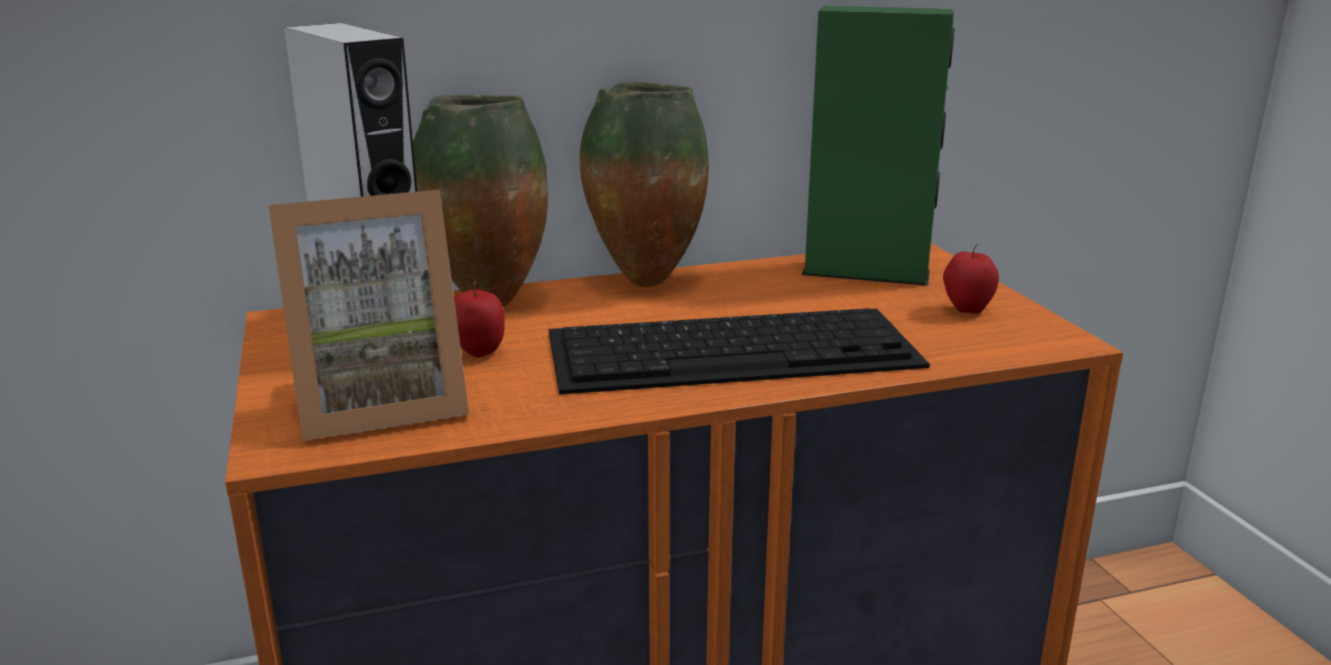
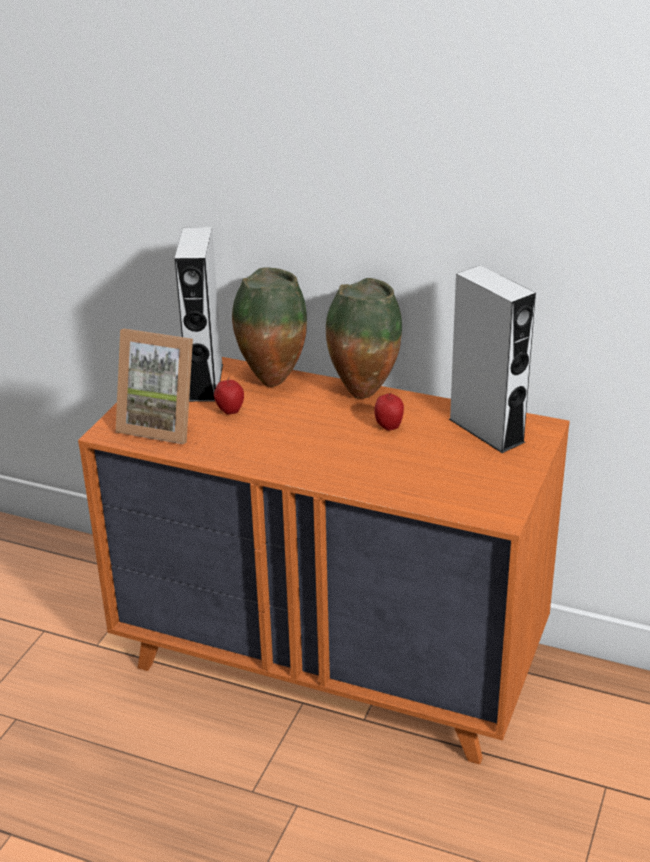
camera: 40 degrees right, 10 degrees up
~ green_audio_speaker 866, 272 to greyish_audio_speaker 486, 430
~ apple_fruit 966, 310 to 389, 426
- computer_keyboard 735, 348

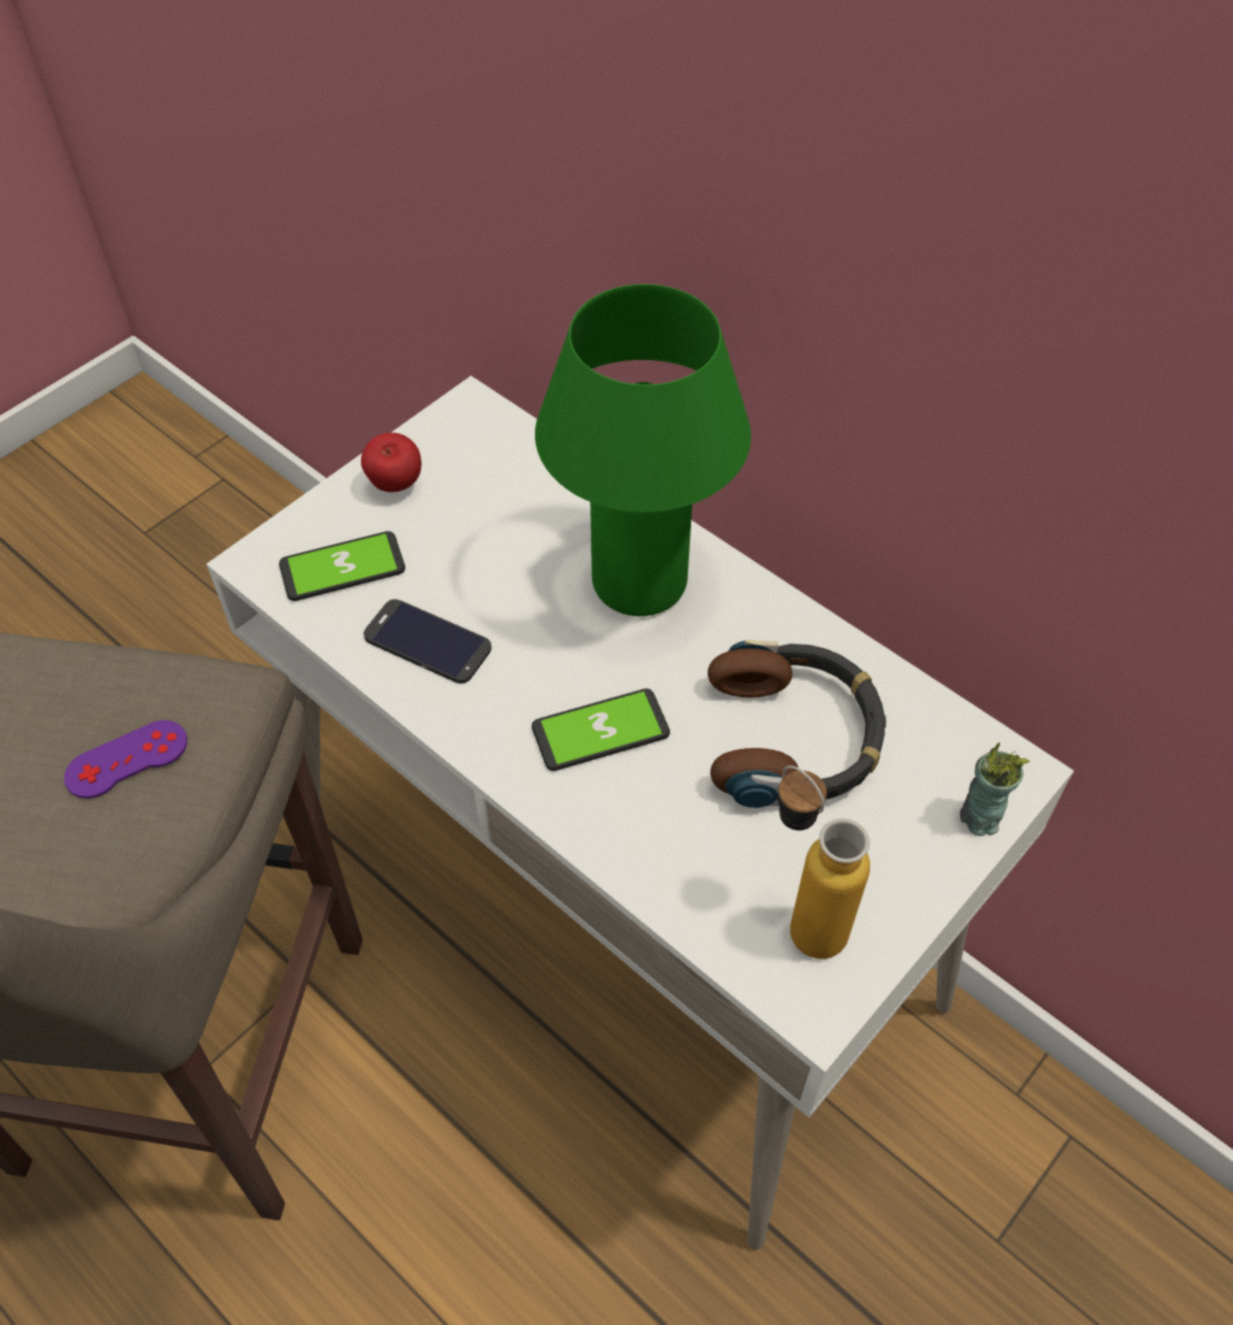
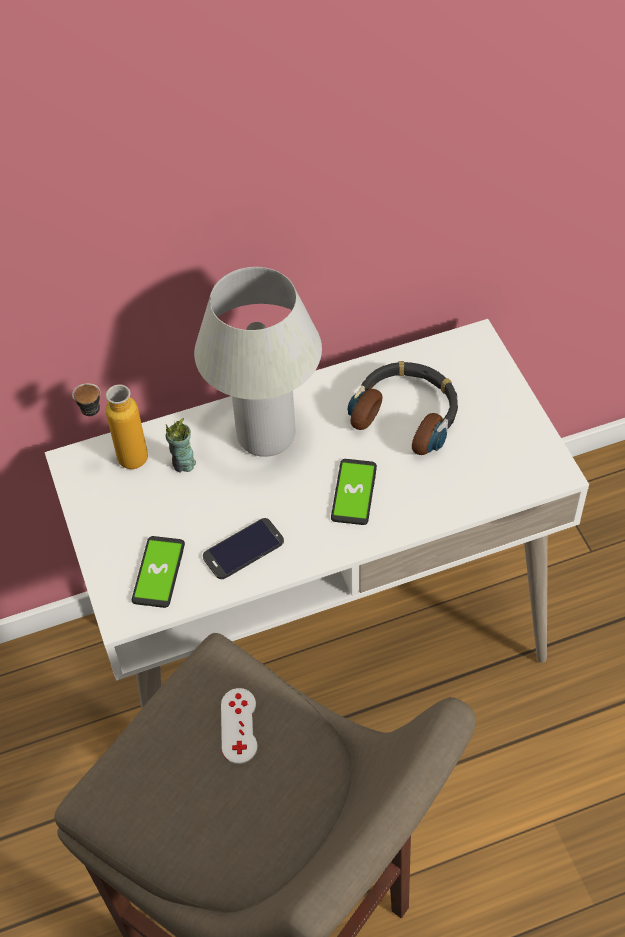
camera: 60 degrees left, 0 degrees up
~ green_lamp_for_a_table 639, 582 to whitish_lamp_for_a_table 266, 435
- apple_fruit 396, 486
~ purple-coloured_game_controller 127, 759 to whitish_game_controller 239, 726
~ drinking_cup 979, 818 to 183, 464
~ bottle 800, 916 to 120, 461

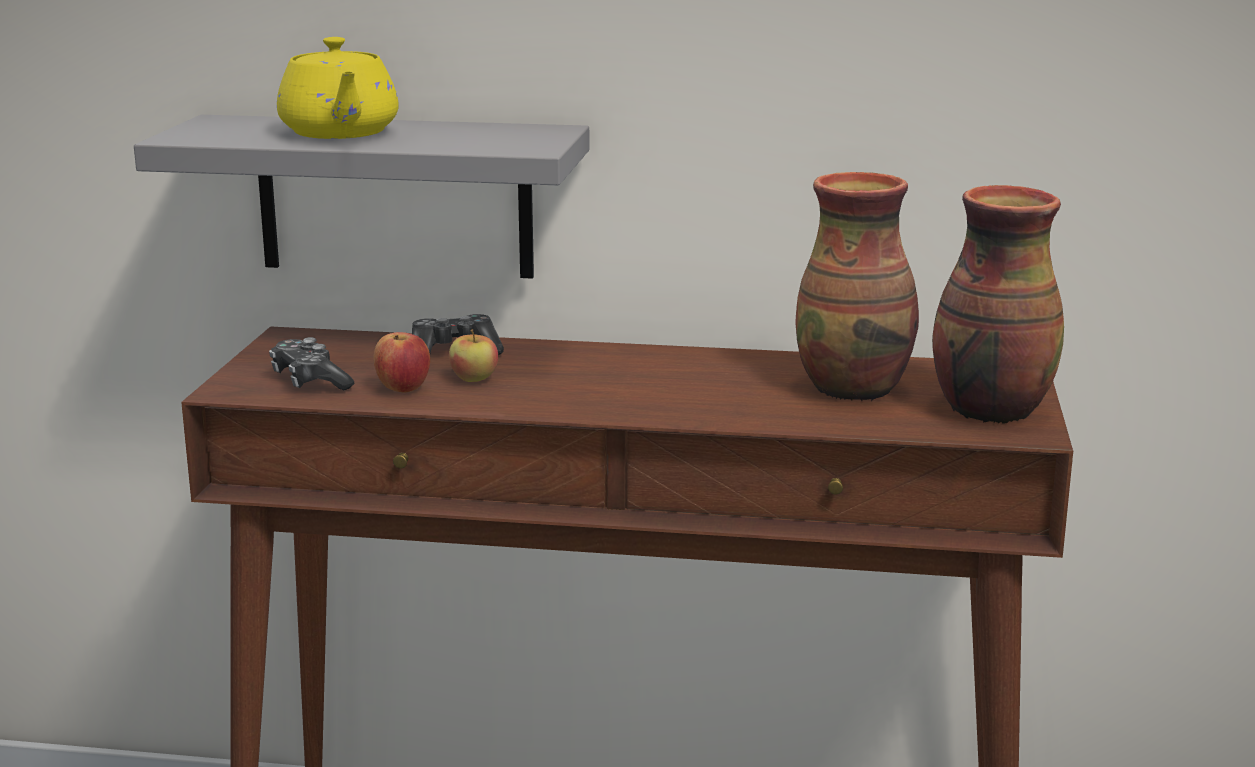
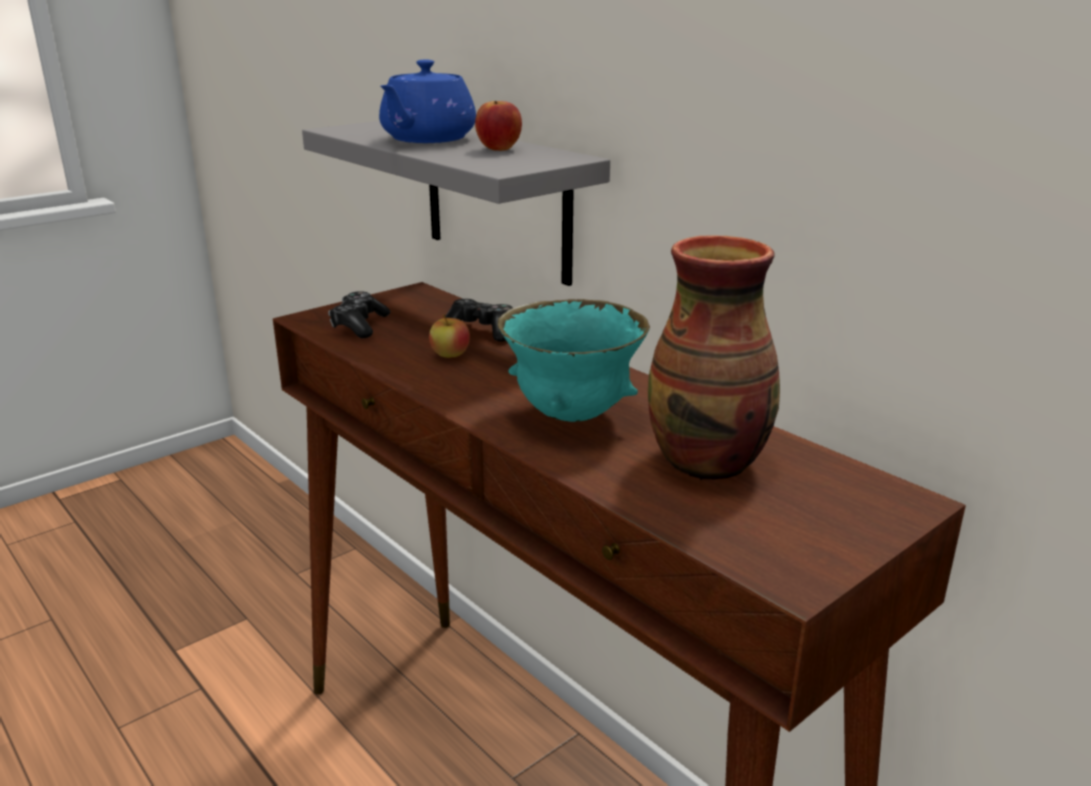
camera: 40 degrees right, 5 degrees up
~ yellow-coloured_pot_for_tea 339, 133 to bluish_pot_for_tea 427, 139
- decorative_vase 988, 410
~ apple_fruit 403, 388 to 499, 149
+ blue-green_bowl 572, 415

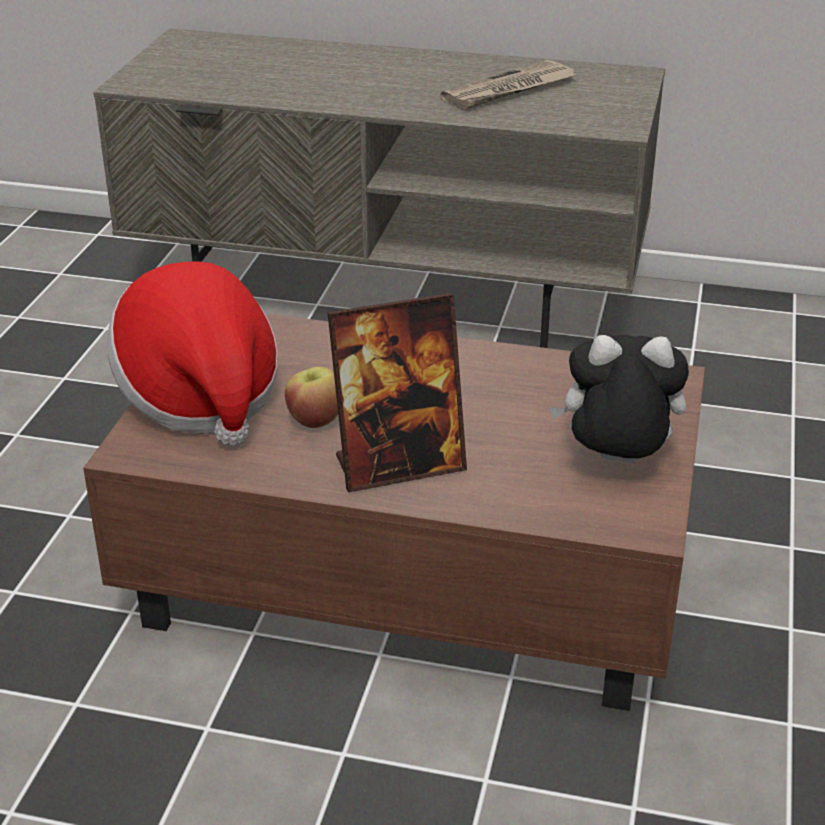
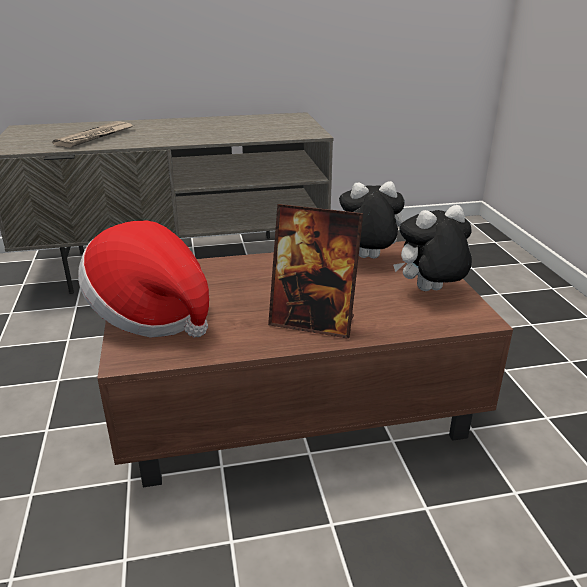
camera: 25 degrees left, 5 degrees down
~ printed_paper 509, 90 to 95, 137
~ standing_frame 399, 465 = 313, 322 60 degrees clockwise
- apple_fruit 315, 419
+ soft_toy 366, 259

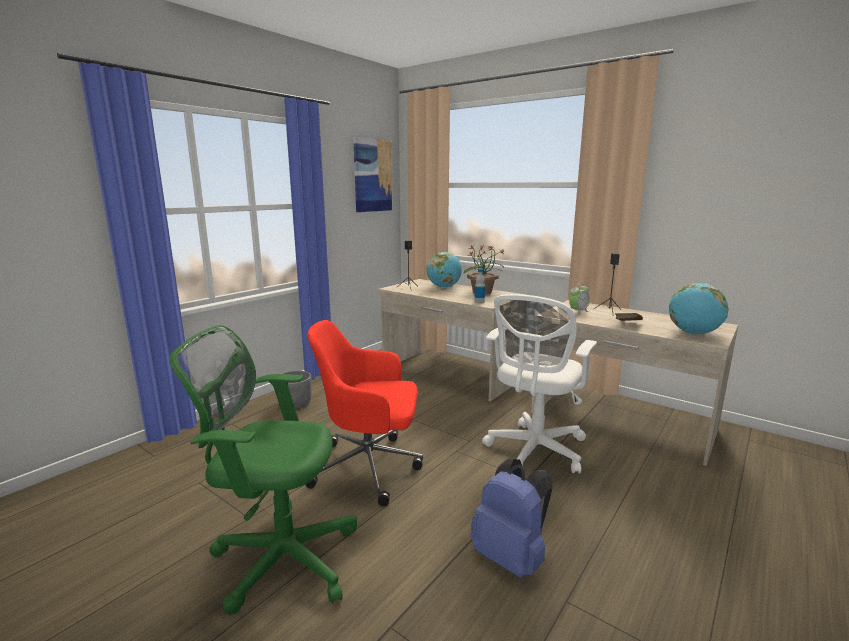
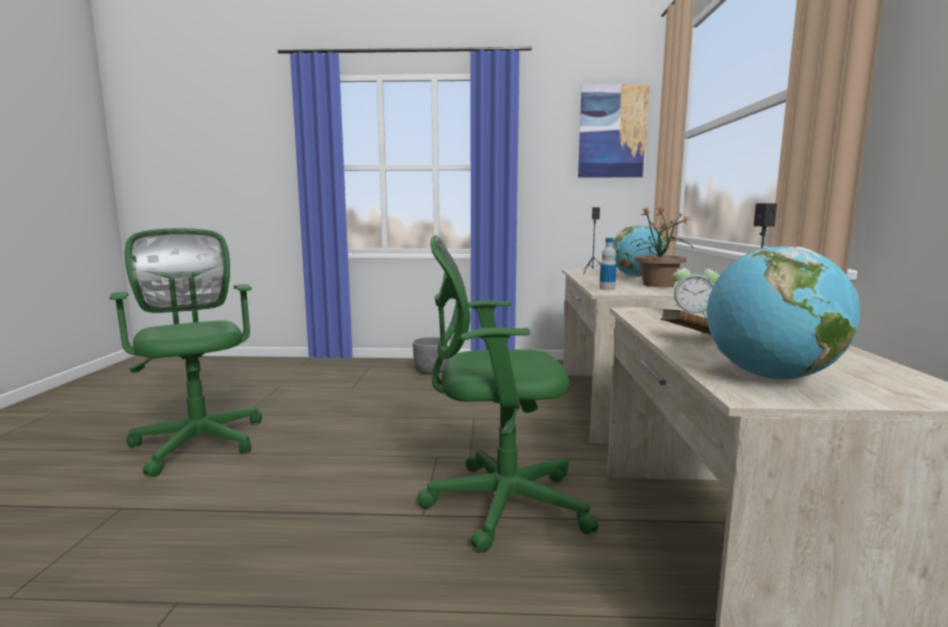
camera: 55 degrees right, 5 degrees down
~ whitish_desk_chair 534, 452 to green_desk_chair 498, 503
- red_desk_chair 370, 467
- bluish_knapsack 511, 557

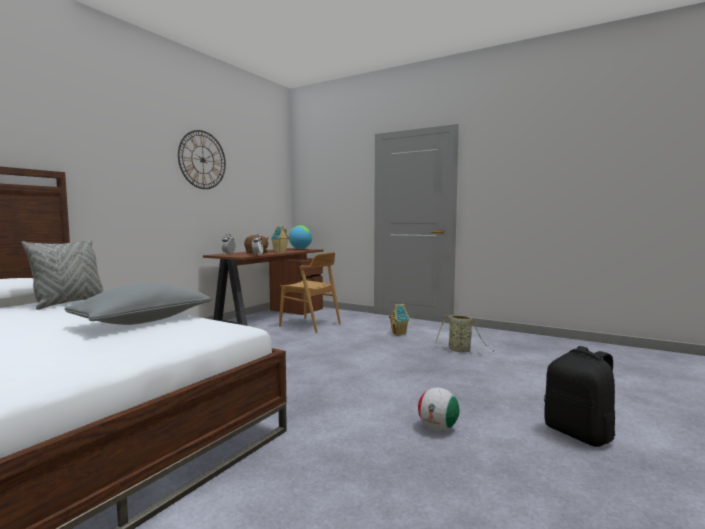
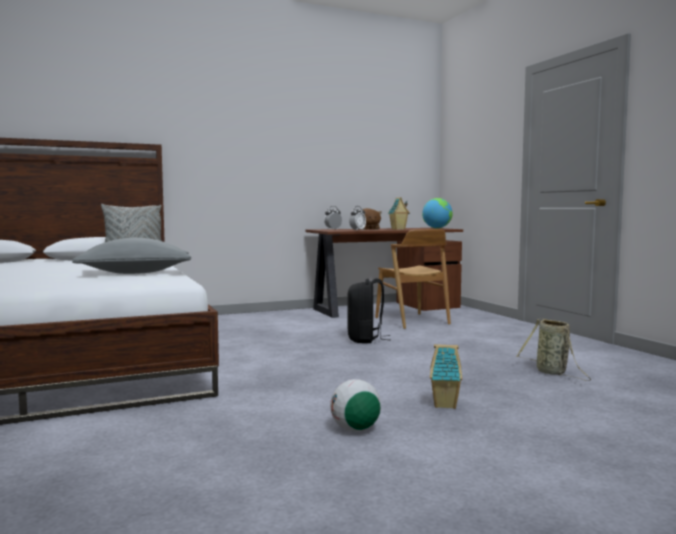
camera: 35 degrees right, 0 degrees up
- clock_on_the_wall 202, 160
~ miniature_house 399, 333 to 446, 405
~ black-coloured_knapsack 579, 434 to 365, 339

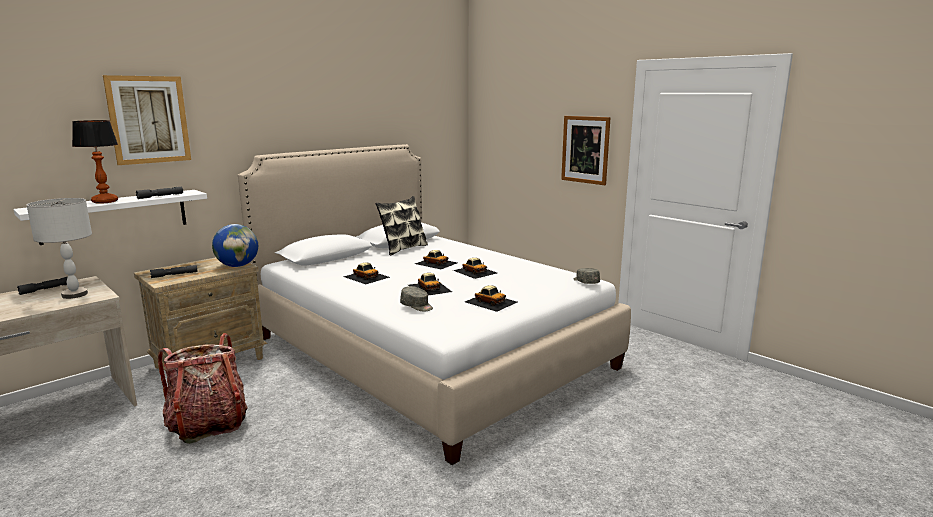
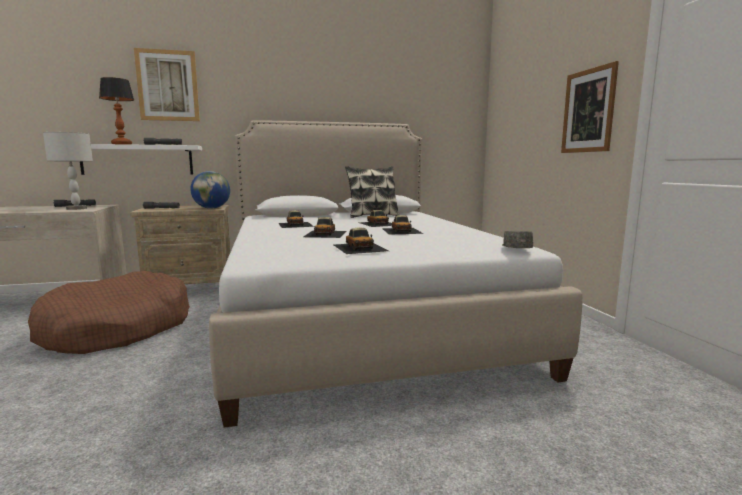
camera: 30 degrees right, 5 degrees down
- greyish_peaked_cap 417, 306
~ knapsack 208, 424 to brownish_dog_bed 117, 329

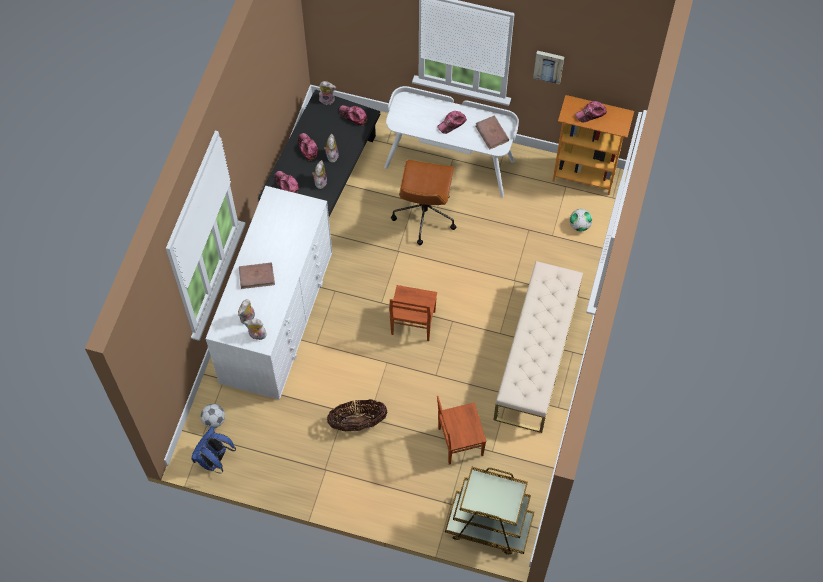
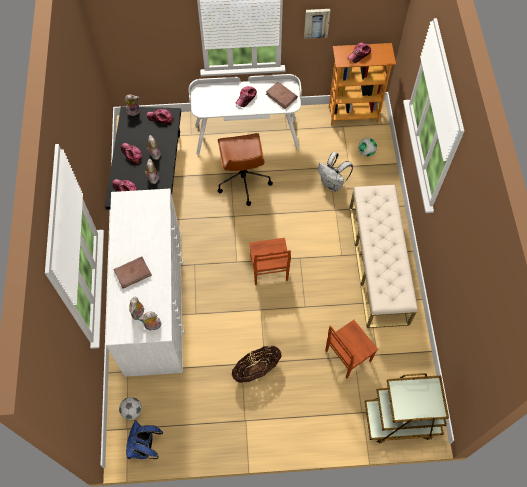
camera: 20 degrees left, 0 degrees up
+ whitish_knapsack 332, 184

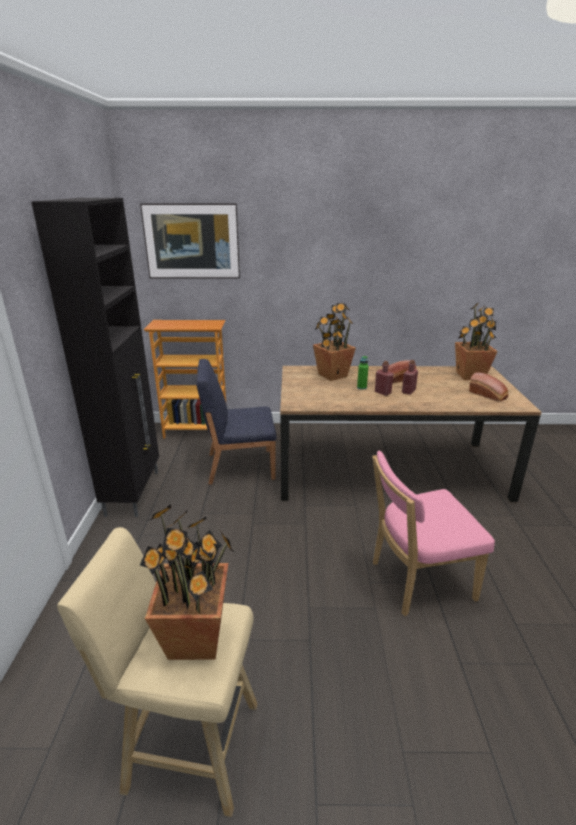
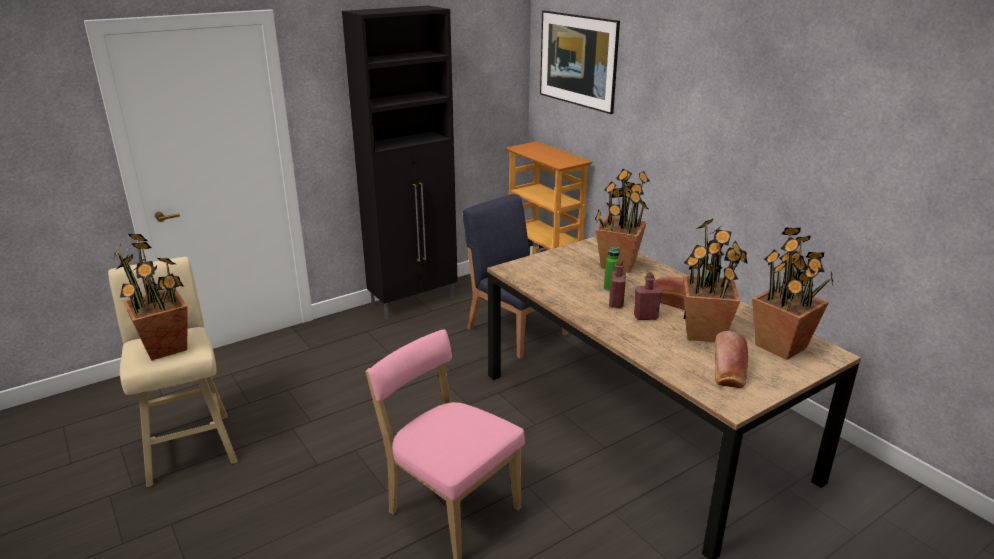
camera: 55 degrees right, 0 degrees up
+ plant_in_a_pot 704, 332

